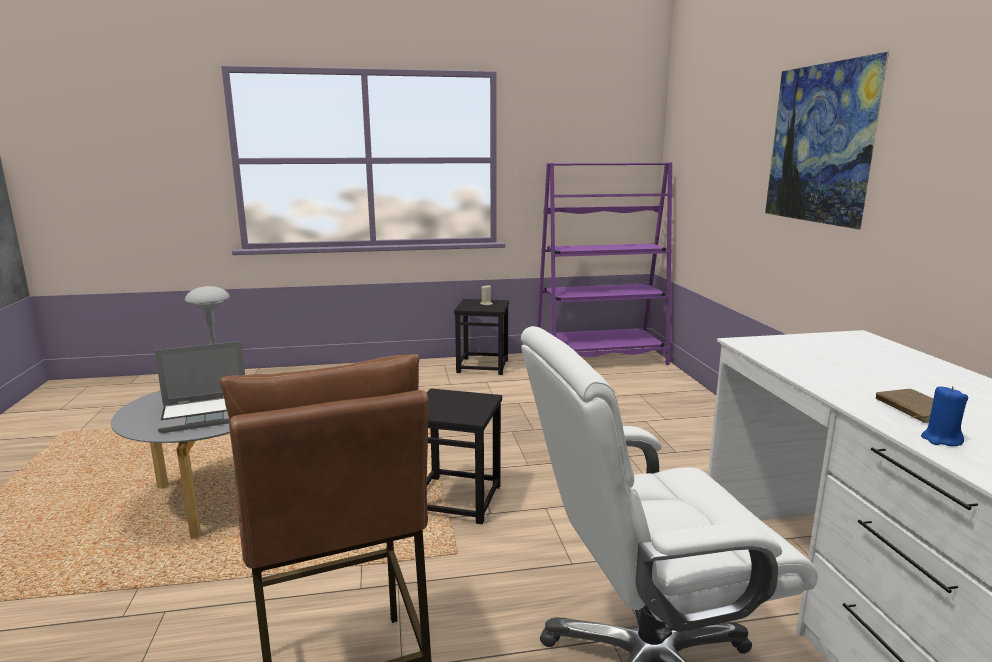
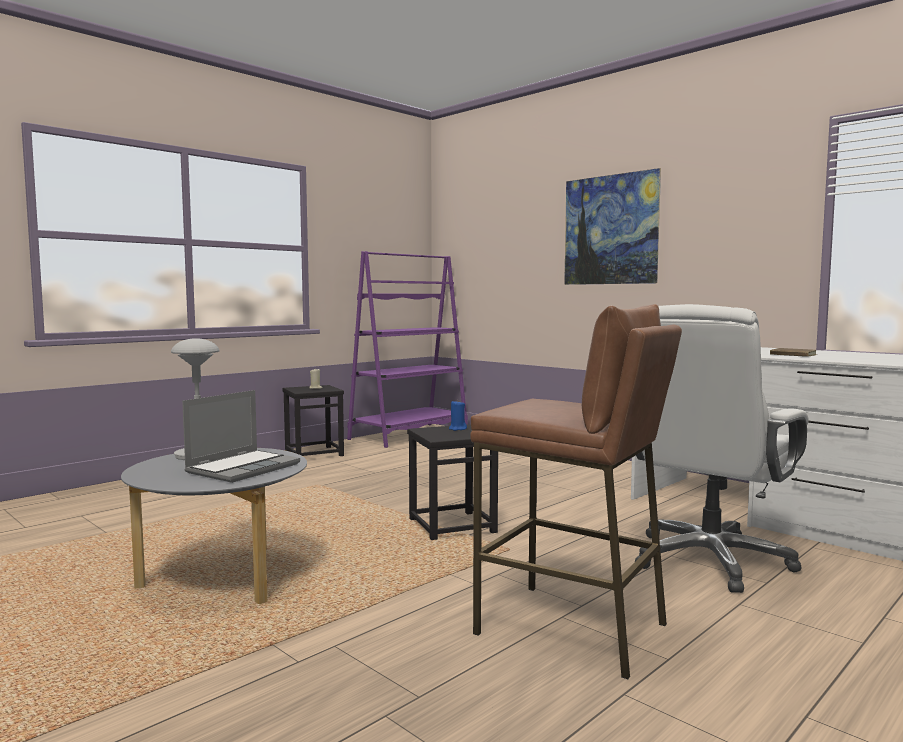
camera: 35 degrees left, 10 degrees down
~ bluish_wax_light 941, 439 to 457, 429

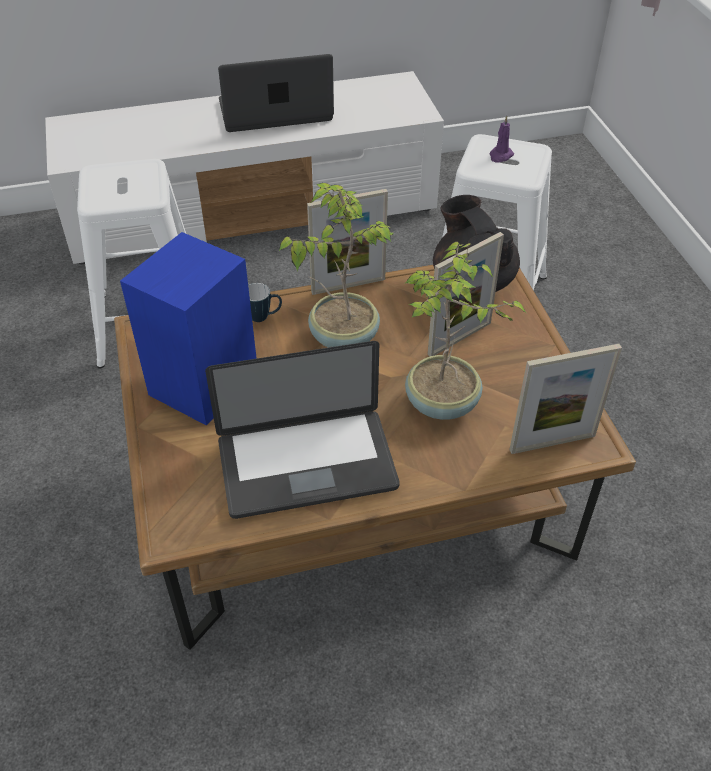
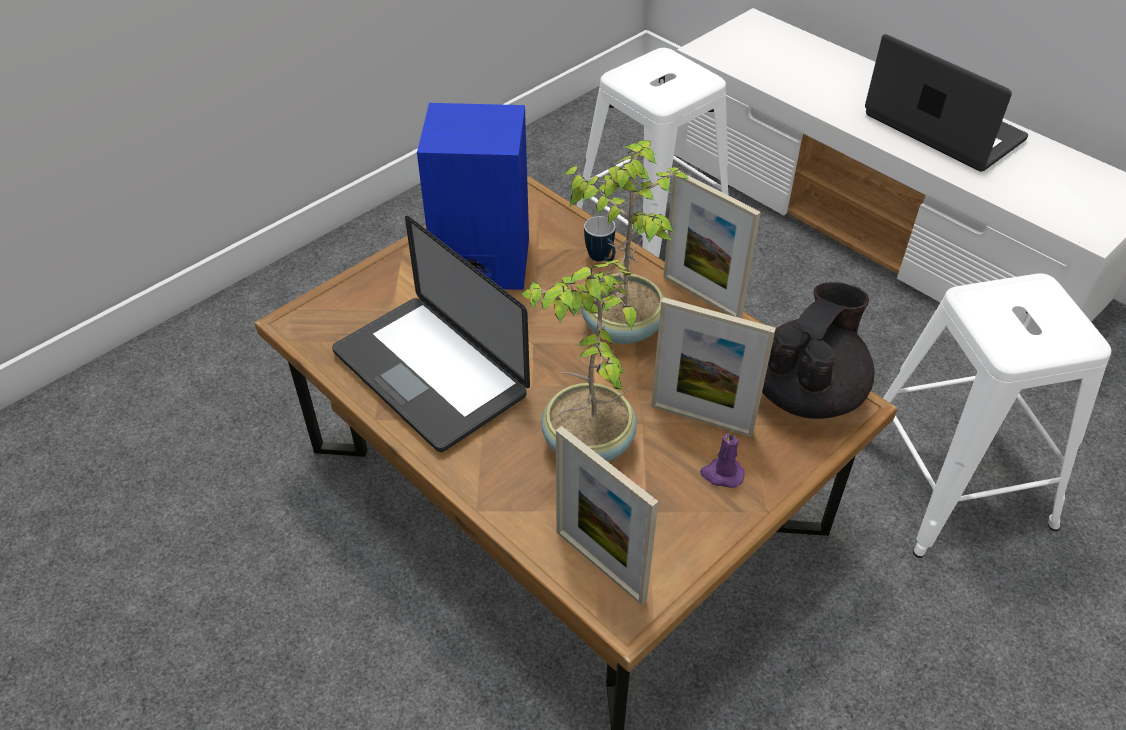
camera: 60 degrees right, 0 degrees up
~ purple-coloured_wax_light 500, 156 to 721, 474

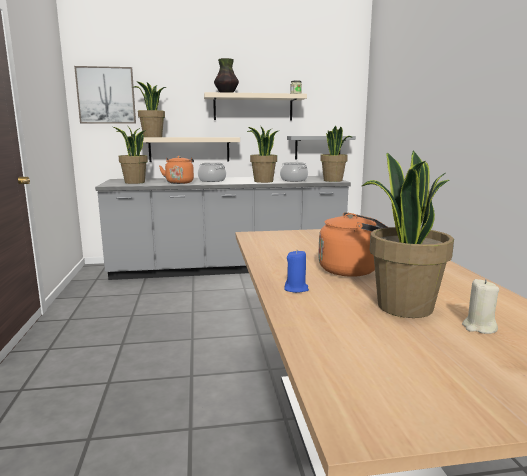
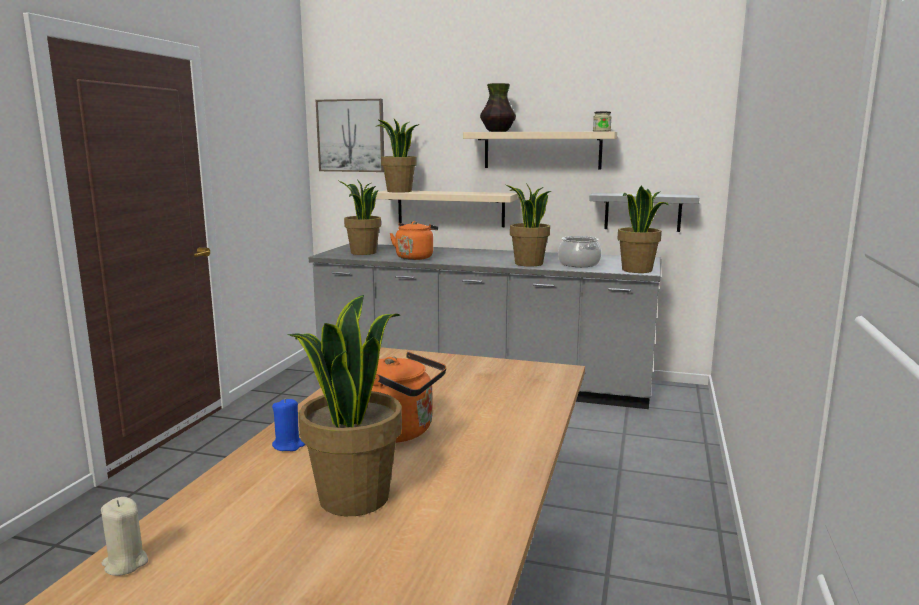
camera: 25 degrees right, 0 degrees up
- stockpot 212, 180
~ beige_wax_light 479, 327 to 125, 563

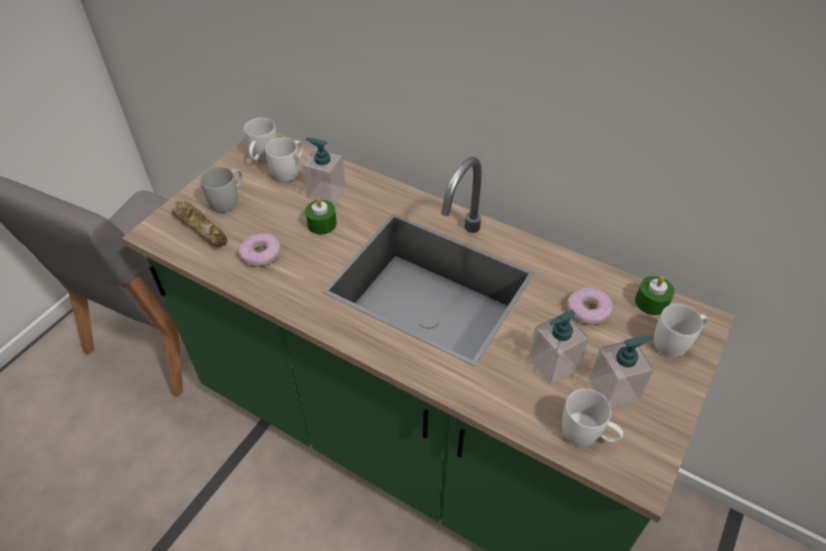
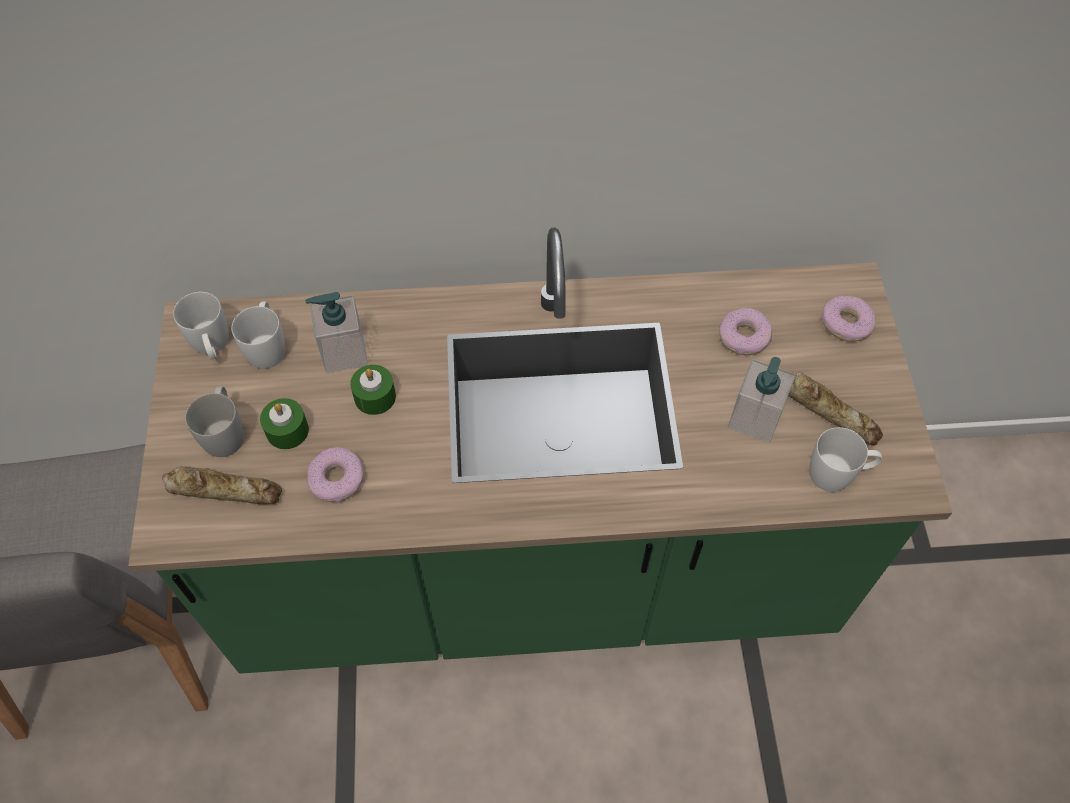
camera: 35 degrees left, 10 degrees up
~ green_wax_light 651, 302 to 287, 430
~ whitish_coffee_mug 676, 342 to ring_doughnut 846, 323
~ liquid_soap_bottle 613, 389 to baked_bread 828, 410

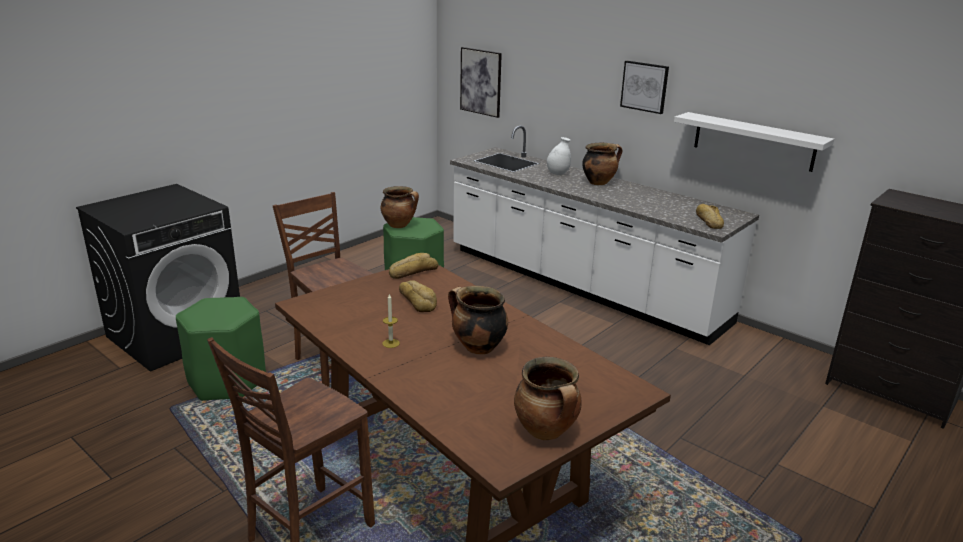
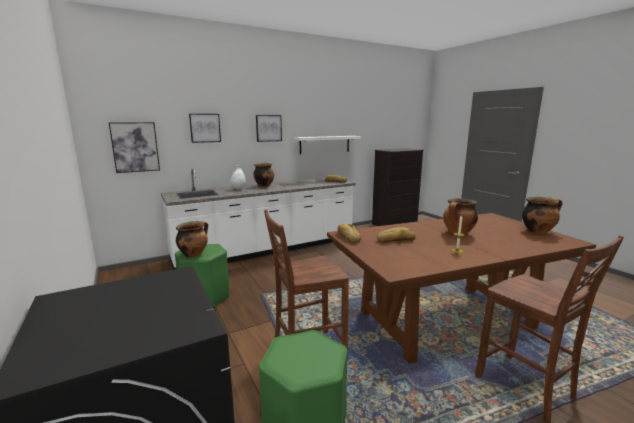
camera: 70 degrees left, 10 degrees down
+ wall_art 205, 128

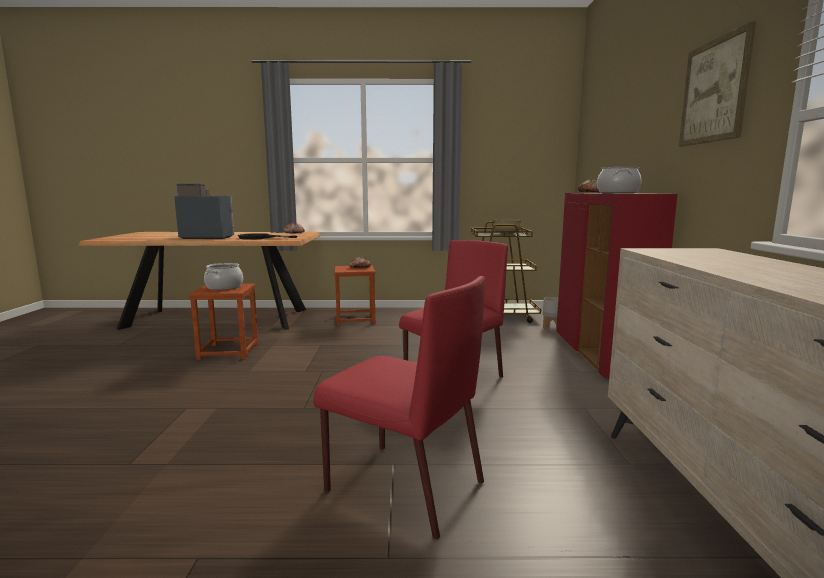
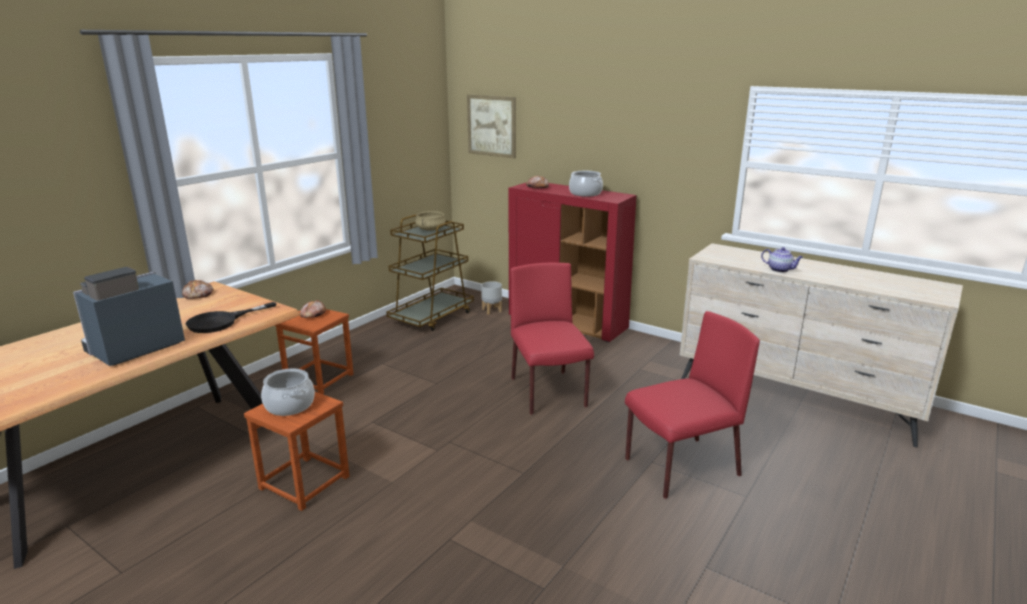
camera: 55 degrees left, 10 degrees up
~ wall_art 714, 91 to 491, 126
+ pot_for_tea 780, 270

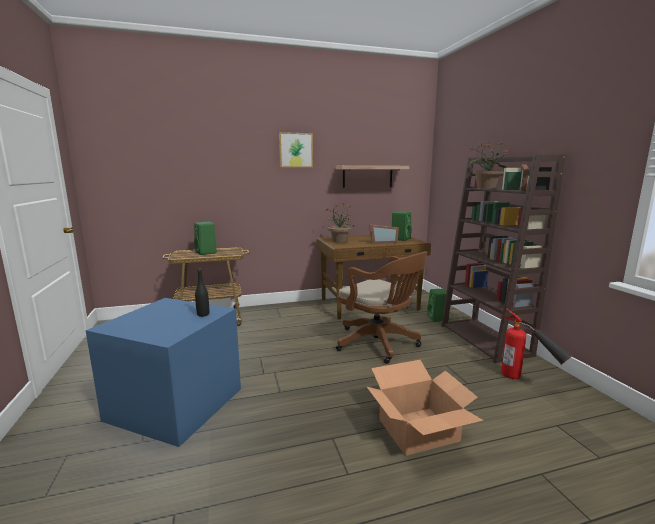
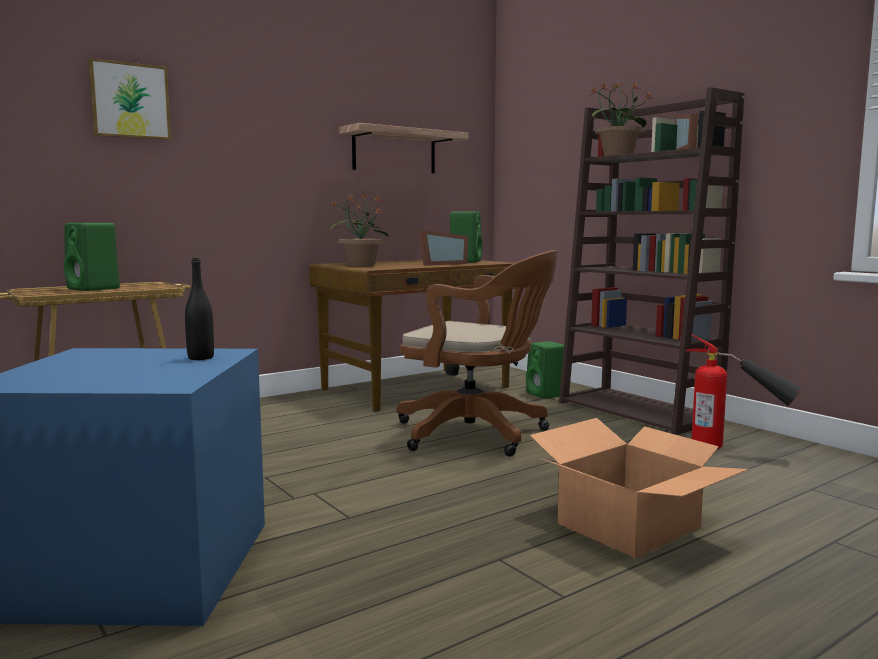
camera: 20 degrees left, 5 degrees down
~ wall_art 295, 150 to 129, 101

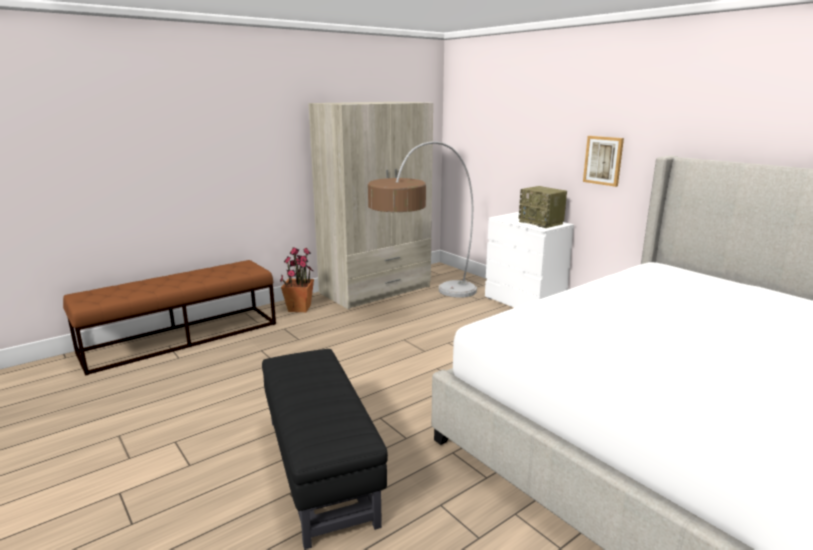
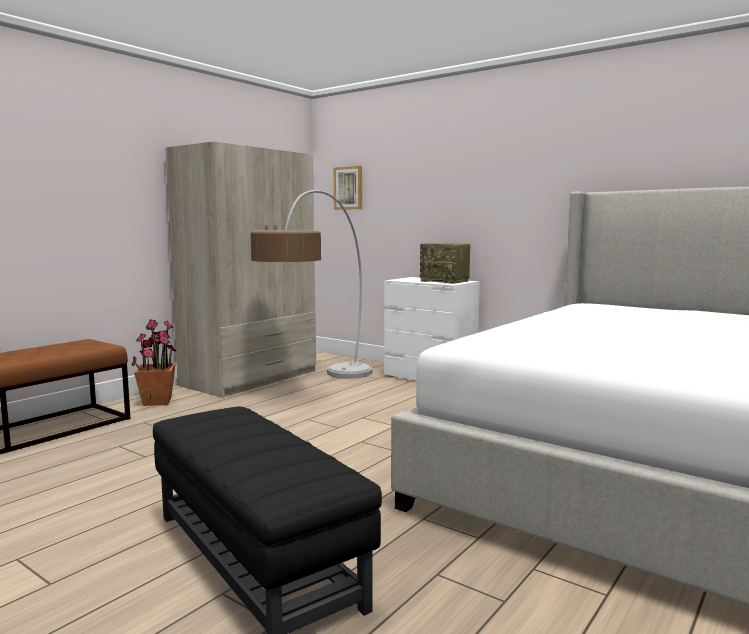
camera: 15 degrees left, 10 degrees down
~ wall_art 603, 160 to 348, 188

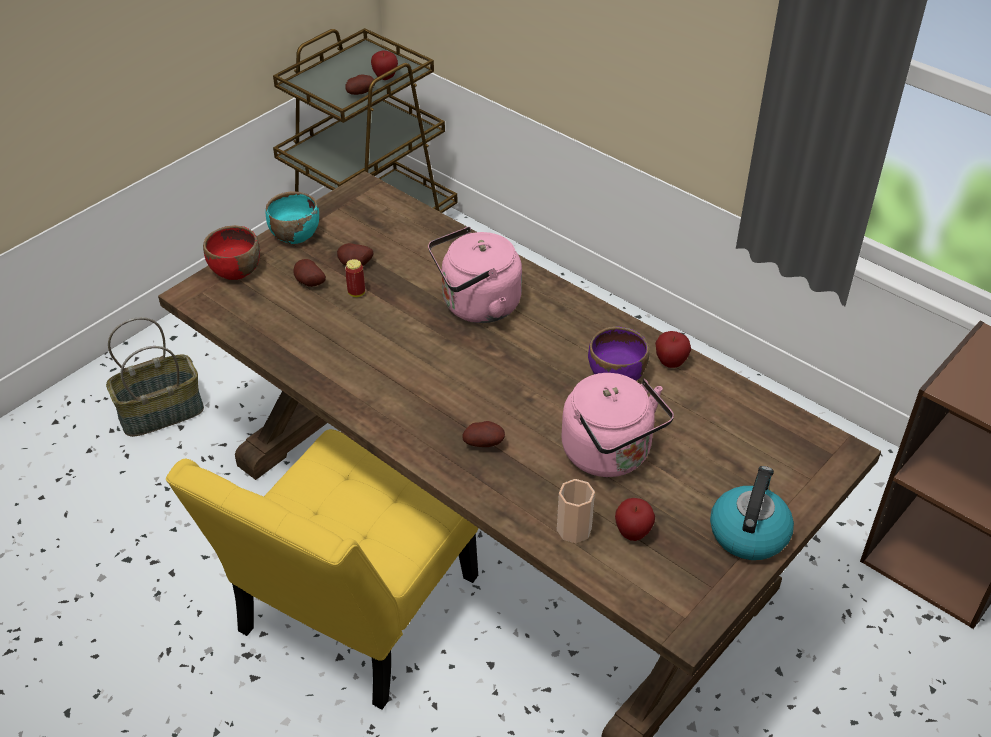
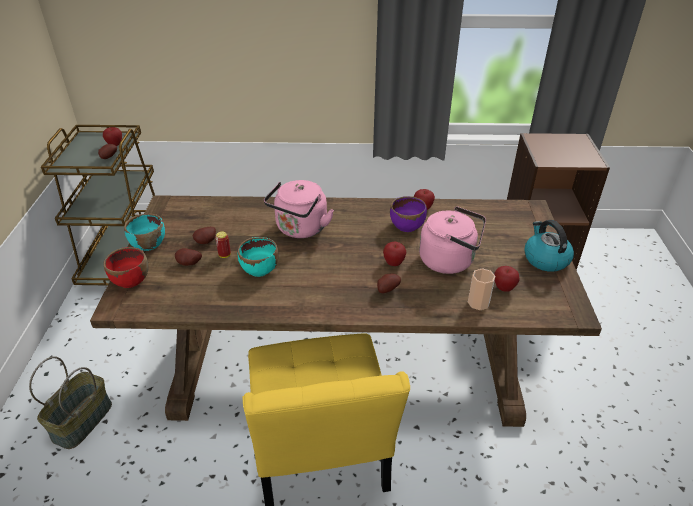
camera: 40 degrees left, 5 degrees down
+ blue-green_bowl 260, 269
+ apple_fruit 394, 263

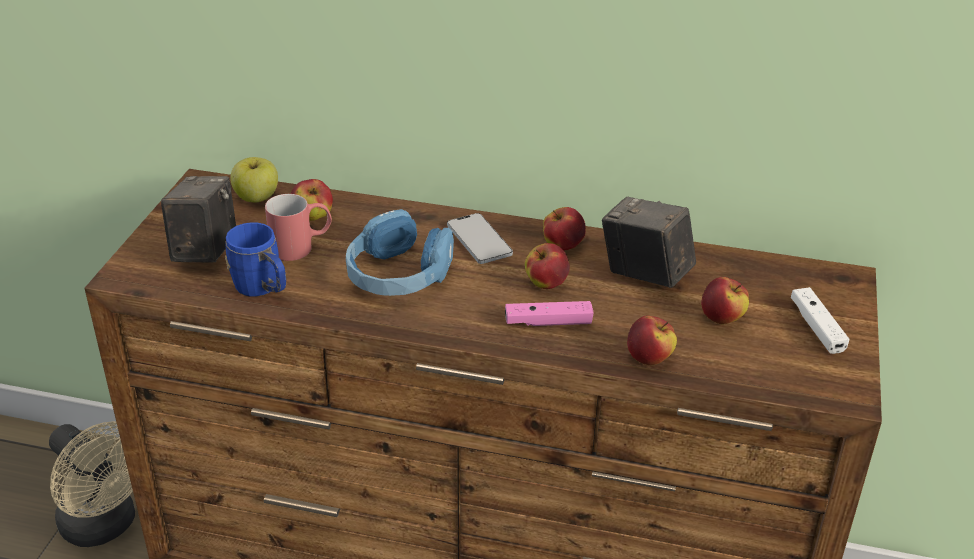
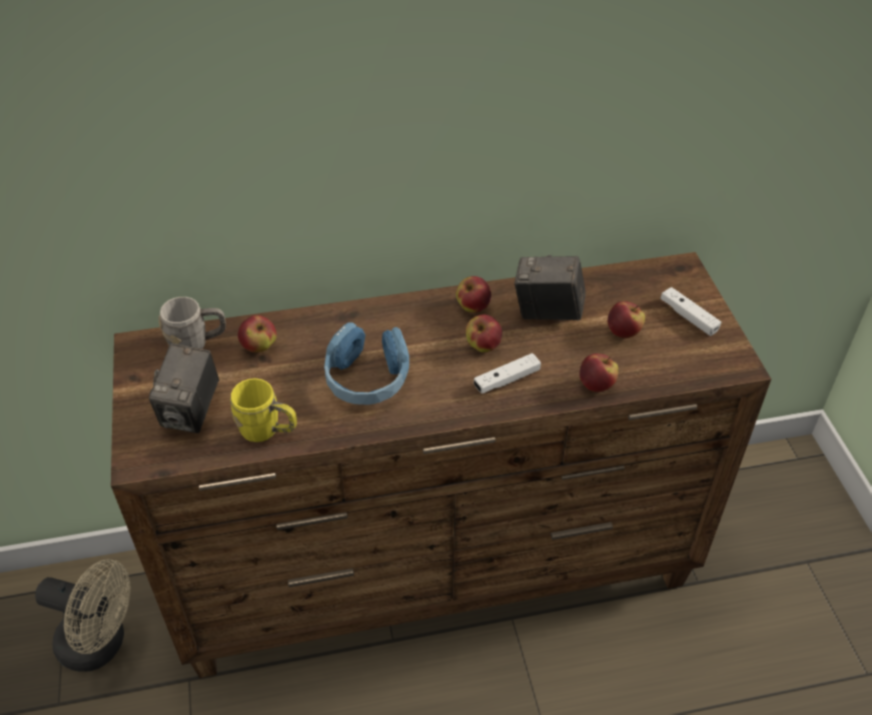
camera: 25 degrees left, 10 degrees up
~ apple_fruit 257, 197 to greyish_coffee_mug 197, 343
~ still_camera 205, 251 = 191, 411 150 degrees counterclockwise
- red_coffee_mug 302, 247
- handset 479, 240
~ bluish_coffee_mug 262, 289 to yellow-coloured_coffee_mug 267, 431
~ pinkish_game_controller 548, 322 to whitish_game_controller 507, 380

